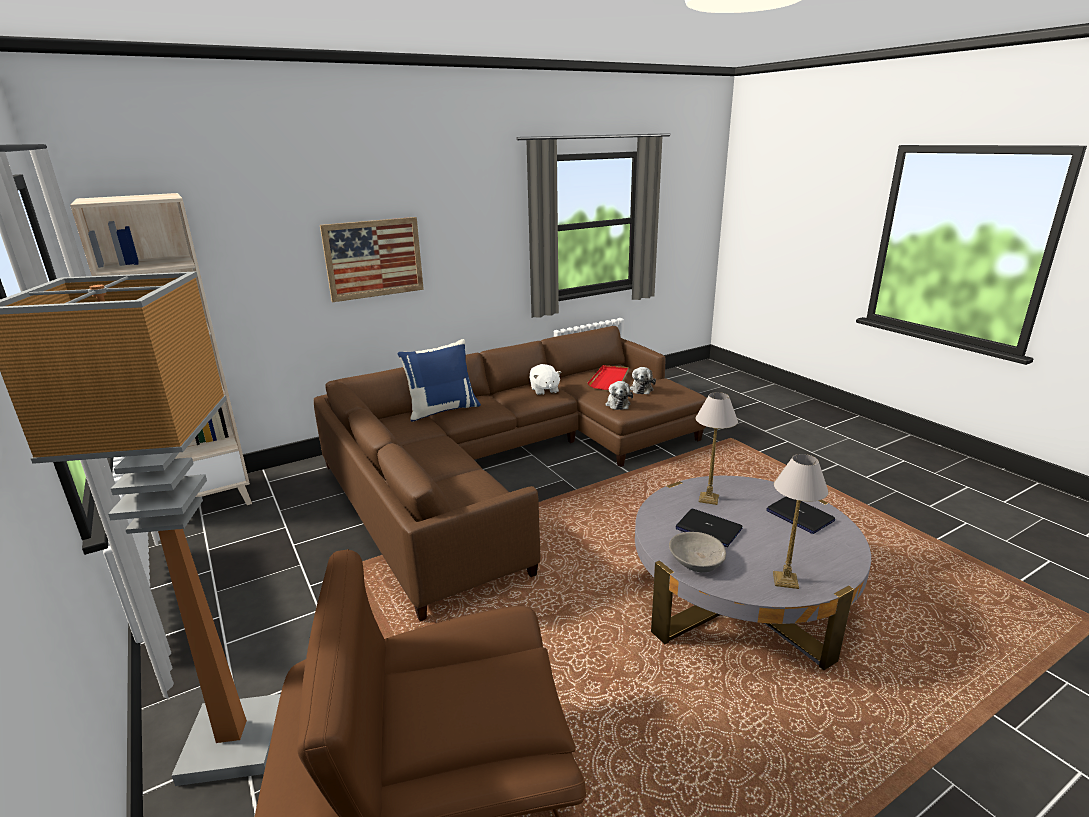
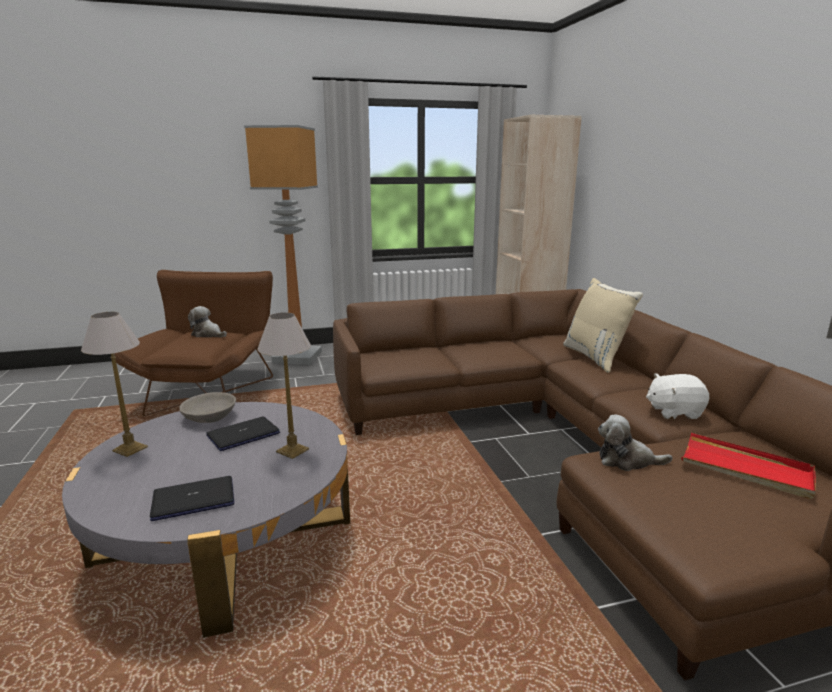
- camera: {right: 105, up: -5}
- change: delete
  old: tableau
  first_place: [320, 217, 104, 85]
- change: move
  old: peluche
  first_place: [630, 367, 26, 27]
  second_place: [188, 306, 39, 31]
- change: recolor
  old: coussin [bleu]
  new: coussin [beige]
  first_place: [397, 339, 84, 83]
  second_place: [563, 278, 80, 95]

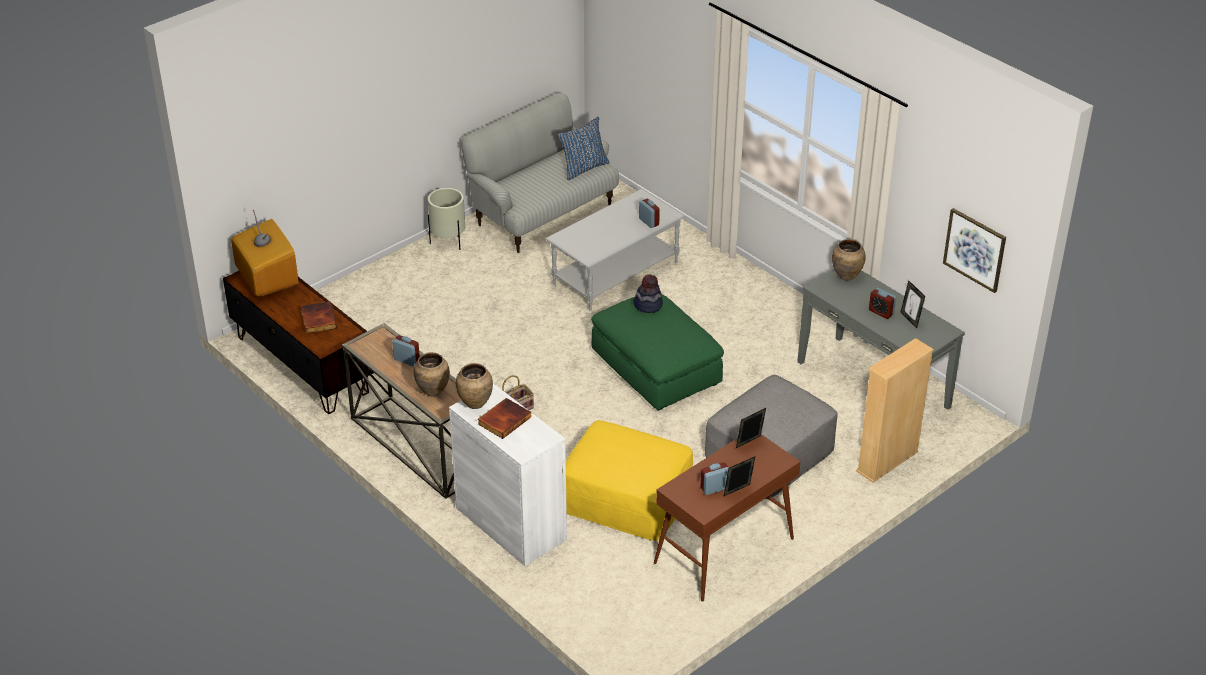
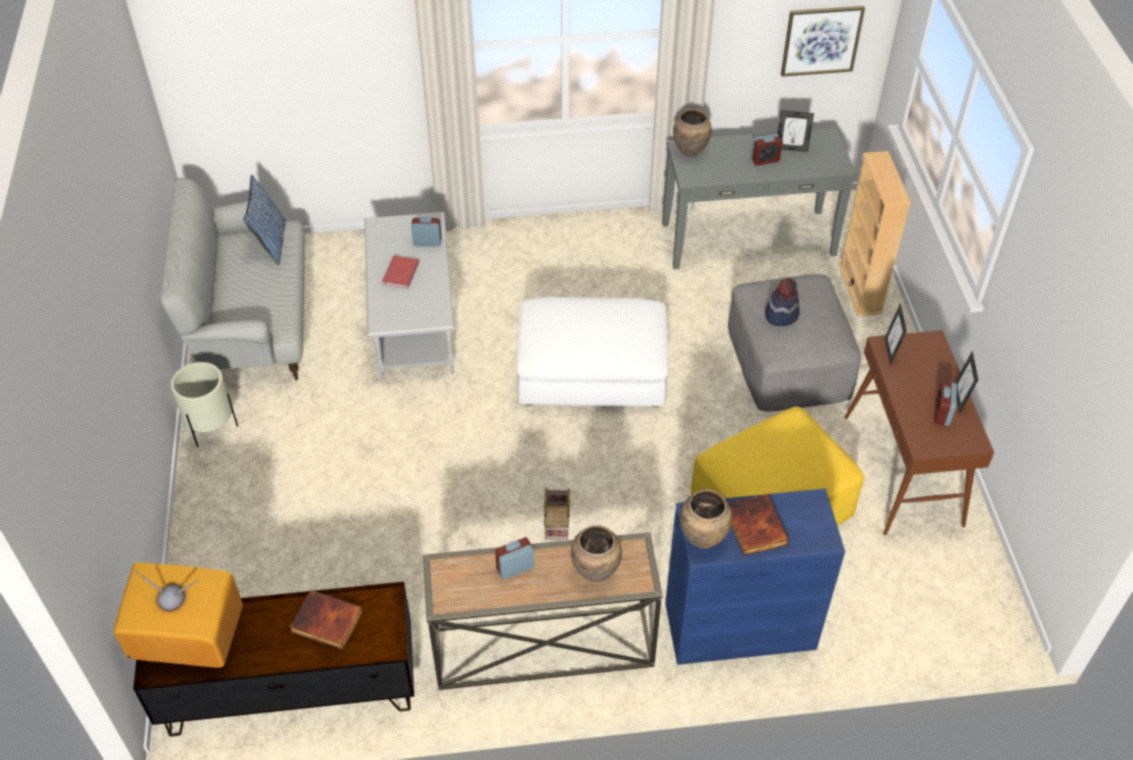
- camera: {right: -55, up: 10}
- change: insert
  new: livre [rouge]
  second_place: [382, 255, 37, 34]
- change: move
  old: chapeau
  first_place: [633, 274, 30, 39]
  second_place: [765, 278, 35, 48]
- change: recolor
  old: meuble de rangement [blanc]
  new: meuble de rangement [bleu]
  first_place: [449, 383, 118, 183]
  second_place: [665, 488, 180, 177]
- change: recolor
  old: pouf [vert]
  new: pouf [blanc]
  first_place: [591, 294, 133, 117]
  second_place: [516, 297, 153, 110]

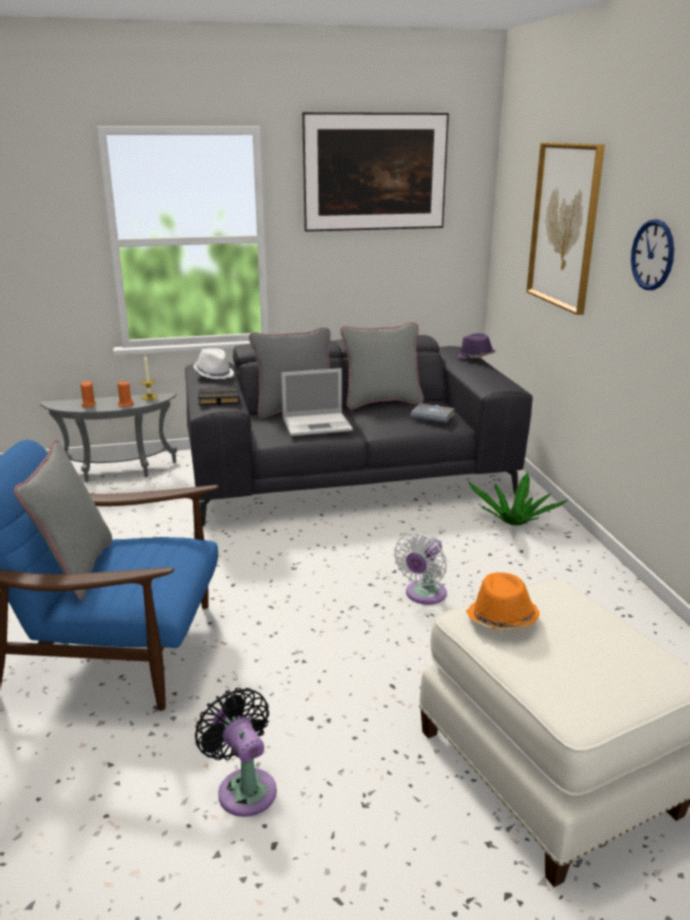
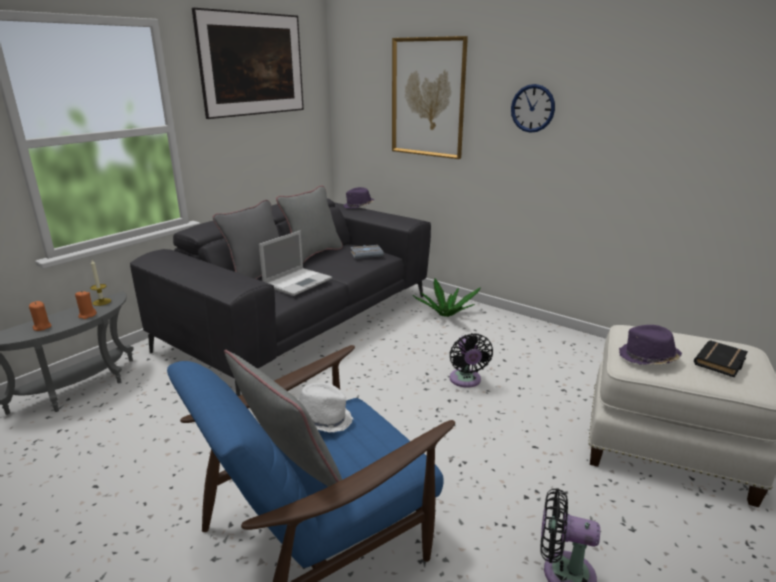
- camera: {right: -40, up: 0}
- change: move
  old: chapeau [blanc]
  first_place: [193, 348, 41, 31]
  second_place: [298, 382, 55, 51]
- change: move
  old: livre [noir]
  first_place: [198, 388, 41, 17]
  second_place: [694, 340, 54, 38]
- change: recolor
  old: ventilateur [blanc]
  new: ventilateur [noir]
  first_place: [394, 533, 53, 72]
  second_place: [449, 333, 44, 55]
- change: recolor
  old: chapeau [orange]
  new: chapeau [violet]
  first_place: [466, 572, 73, 58]
  second_place: [619, 325, 63, 40]

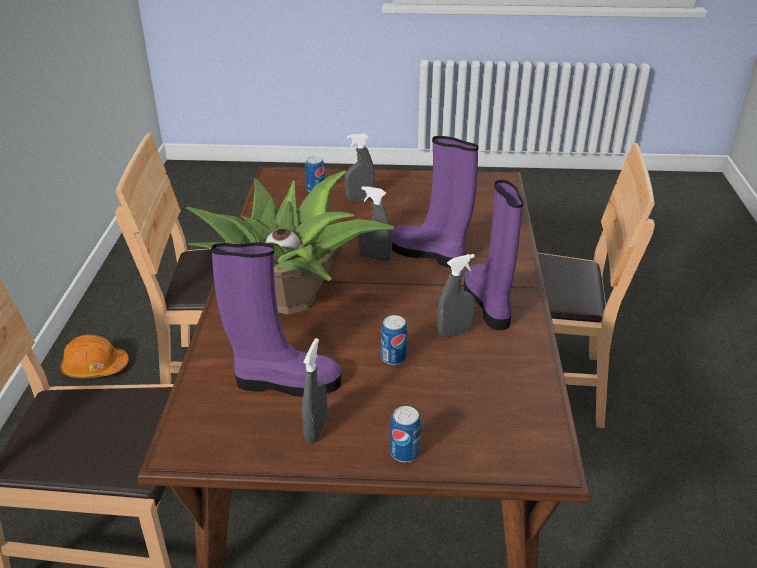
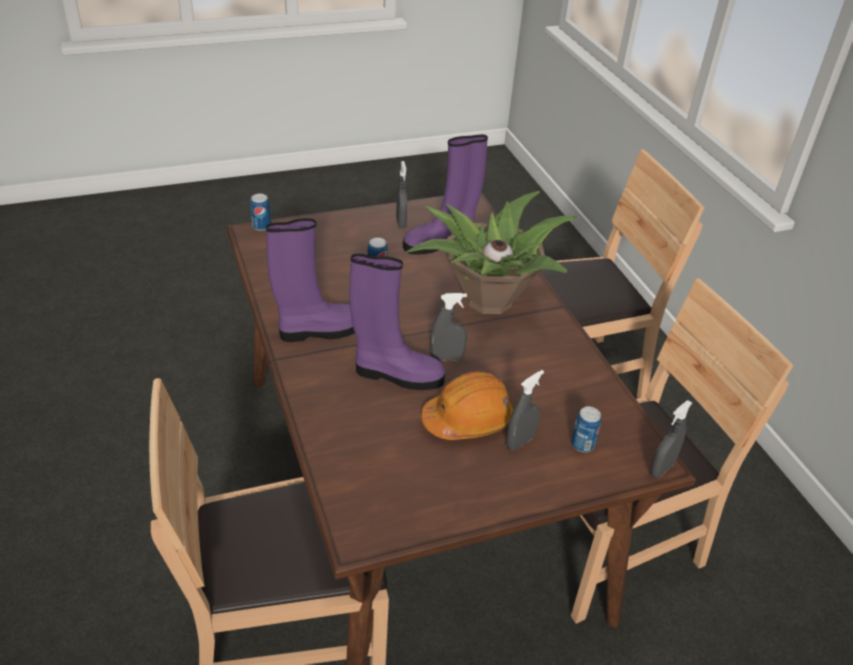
- camera: {right: 155, up: 5}
- change: move
  old: casque de chantier [orange]
  first_place: [60, 335, 69, 43]
  second_place: [421, 372, 93, 68]
- change: move
  old: boîte métallique
  first_place: [390, 406, 31, 56]
  second_place: [250, 194, 21, 37]
- change: move
  old: vaporisateur [gris]
  first_place: [437, 254, 38, 83]
  second_place: [650, 400, 42, 78]
- change: rotate
  old: botte [violet]
  first_place: [464, 180, 59, 150]
  second_place: [266, 218, 89, 124]
  degrees: -75

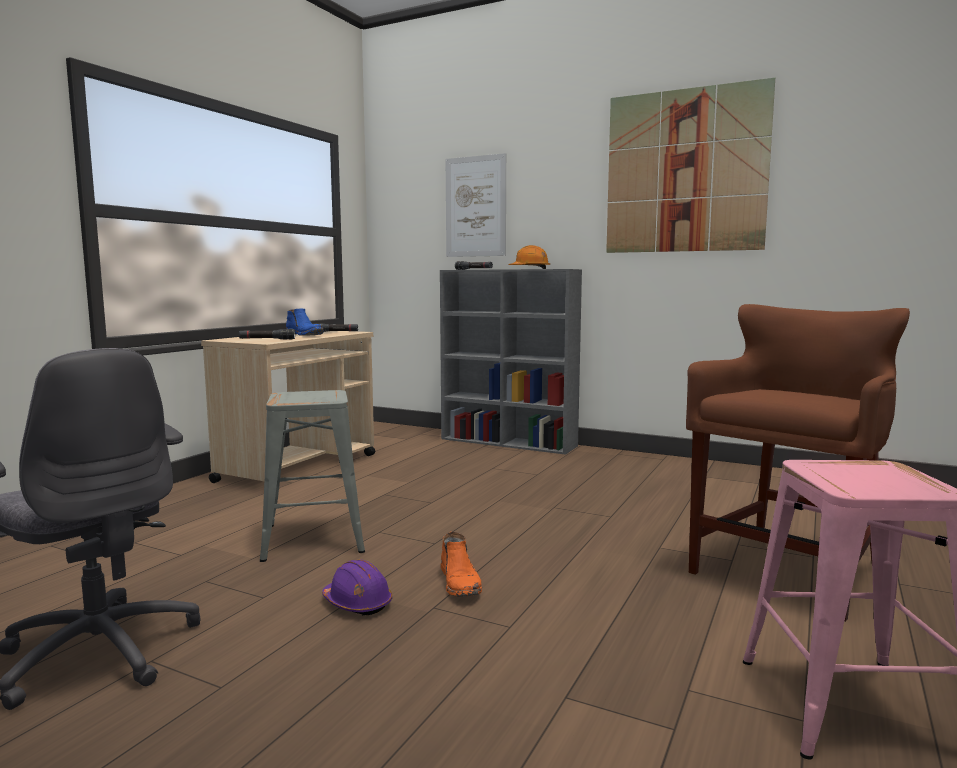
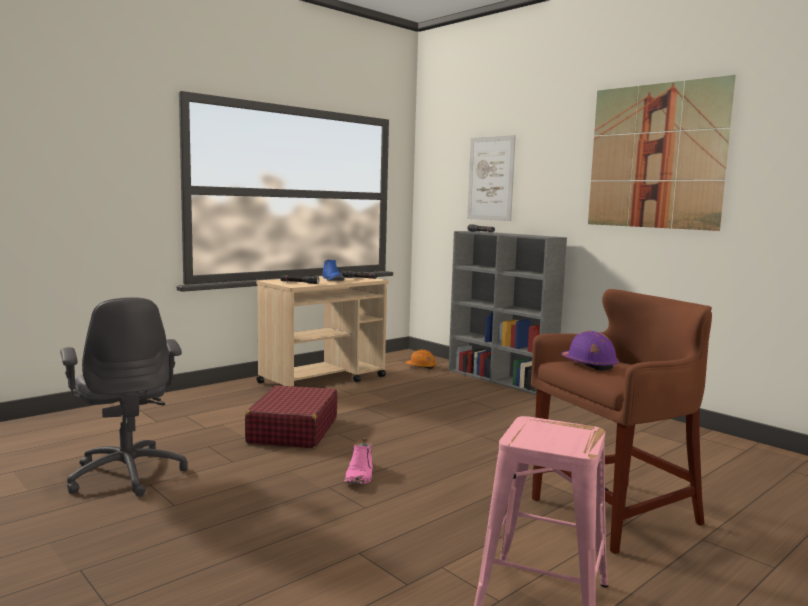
- camera: {right: 20, up: 0}
- change: move
  old: casque de chantier [violet]
  first_place: [322, 560, 70, 55]
  second_place: [561, 331, 58, 40]
- change: move
  old: casque de chantier [orange]
  first_place: [509, 245, 41, 24]
  second_place: [406, 350, 31, 19]
- change: replace
  old: tabouret [gris]
  new: valise [rouge]
  first_place: [260, 390, 105, 172]
  second_place: [245, 385, 92, 63]
- change: recolor
  old: botte [orange]
  new: botte [rose]
  first_place: [441, 532, 41, 64]
  second_place: [344, 439, 29, 45]

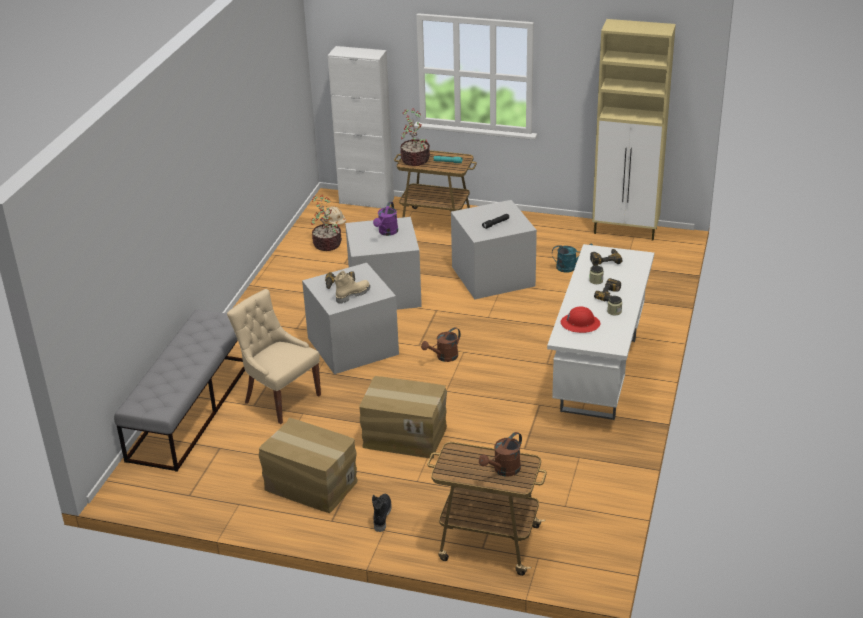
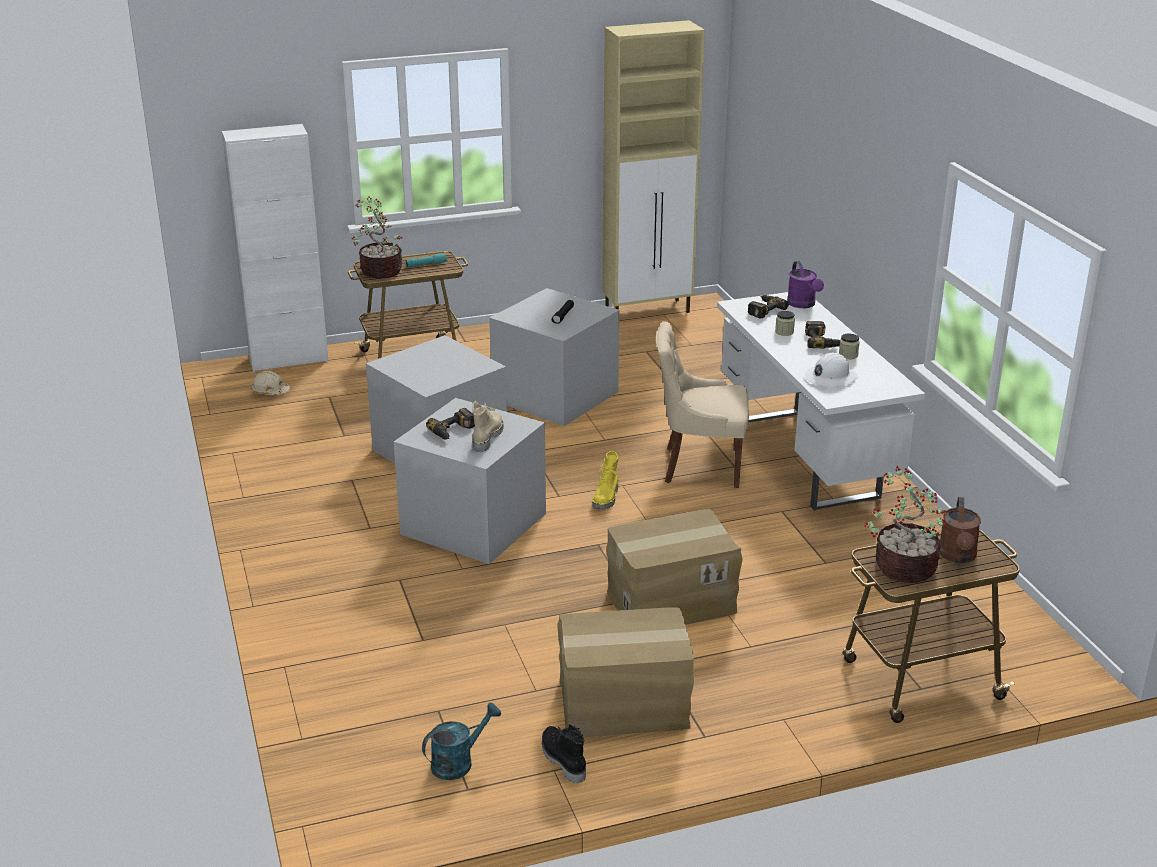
- camera: {right: -35, up: -5}
- change: delete
  old: banc [gris]
  first_place: [114, 309, 131, 163]
- change: move
  old: chaise [beige]
  first_place: [227, 289, 94, 135]
  second_place: [656, 321, 93, 167]
- change: move
  old: plante en pot
  first_place: [311, 195, 31, 56]
  second_place: [864, 466, 83, 117]
- change: move
  old: botte [noir]
  first_place: [372, 494, 20, 38]
  second_place: [542, 724, 44, 60]
- change: move
  old: arrosoir [violet]
  first_place: [373, 202, 25, 34]
  second_place: [787, 261, 37, 47]
- change: move
  old: arrosoir [turquoise]
  first_place: [552, 243, 41, 30]
  second_place: [422, 703, 79, 77]
- change: replace
  old: arrosoir [marron]
  new: botte [jaune]
  first_place: [421, 327, 40, 35]
  second_place: [593, 451, 26, 59]
- change: recolor
  old: casque de chantier [rouge]
  new: casque de chantier [blanc]
  first_place: [561, 306, 39, 27]
  second_place: [805, 352, 53, 35]

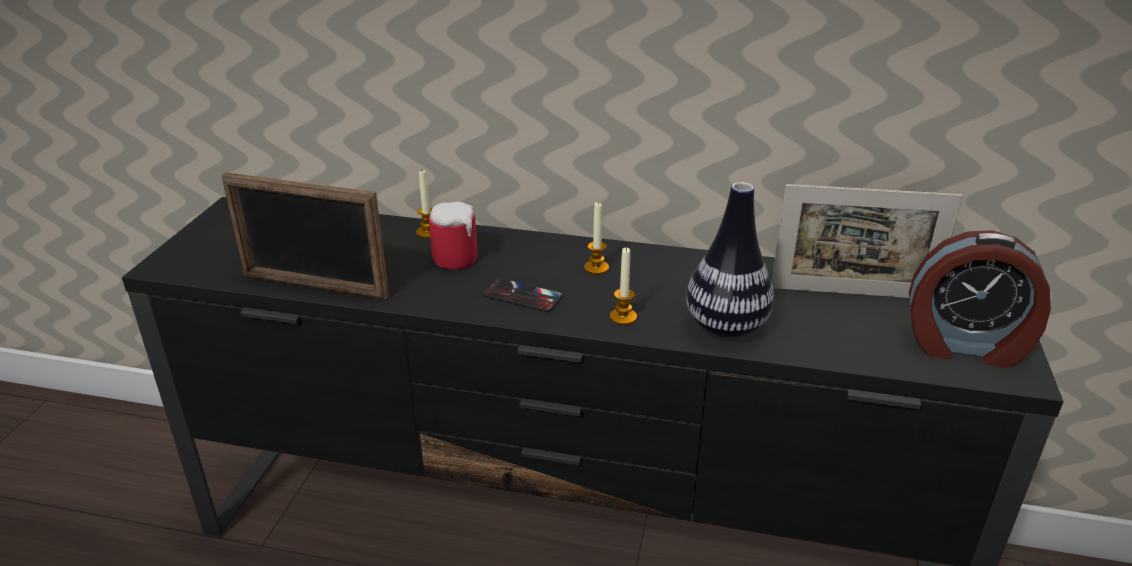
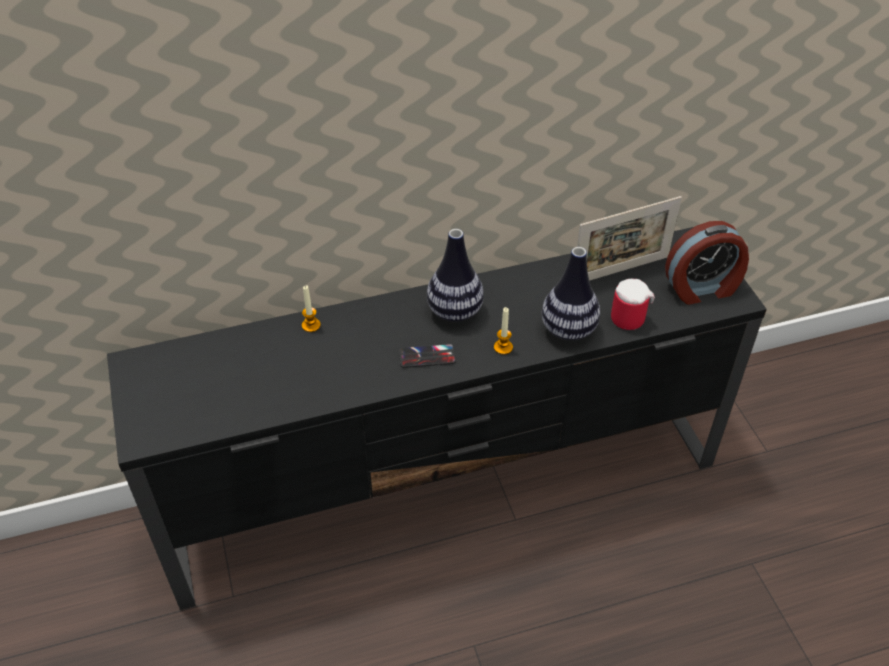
- camera: {right: -30, up: 15}
- change: delete
  old: cadre photo
  first_place: [221, 172, 168, 127]
- change: move
  old: mug
  first_place: [429, 202, 48, 67]
  second_place: [611, 279, 44, 51]
- change: replace
  old: bougie
  new: vase
  first_place: [584, 203, 25, 72]
  second_place: [427, 229, 57, 93]

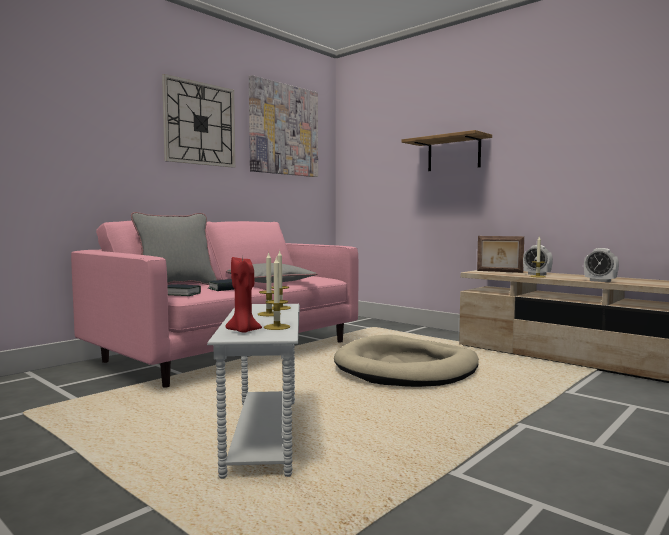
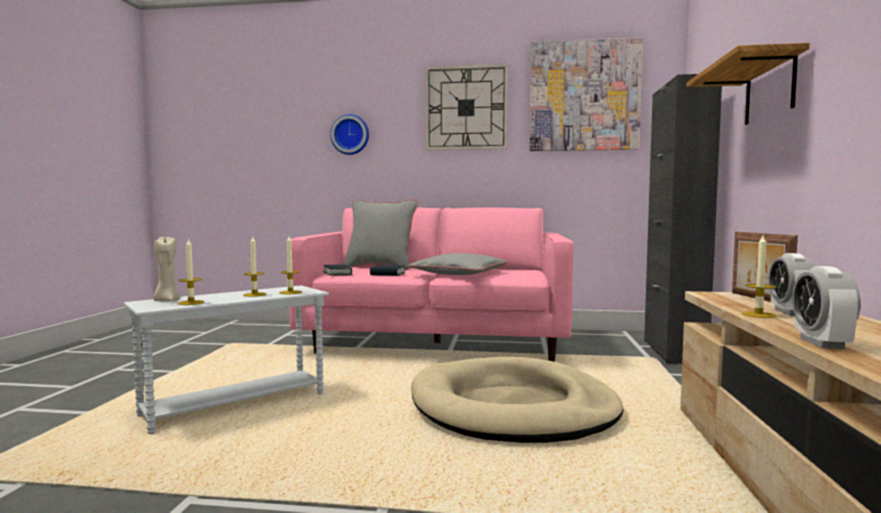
- camera: {right: 55, up: 0}
- change: insert
  new: horloge murale
  second_place: [330, 114, 39, 41]
- change: insert
  new: meuble de rangement [noir]
  second_place: [644, 74, 78, 290]
- change: recolor
  old: bougie [rouge]
  new: bougie [beige]
  first_place: [225, 257, 37, 76]
  second_place: [154, 237, 27, 64]

